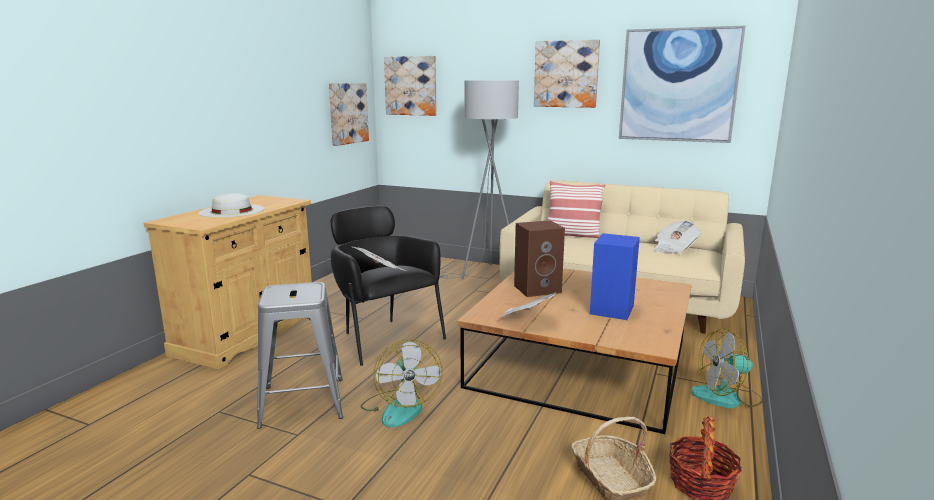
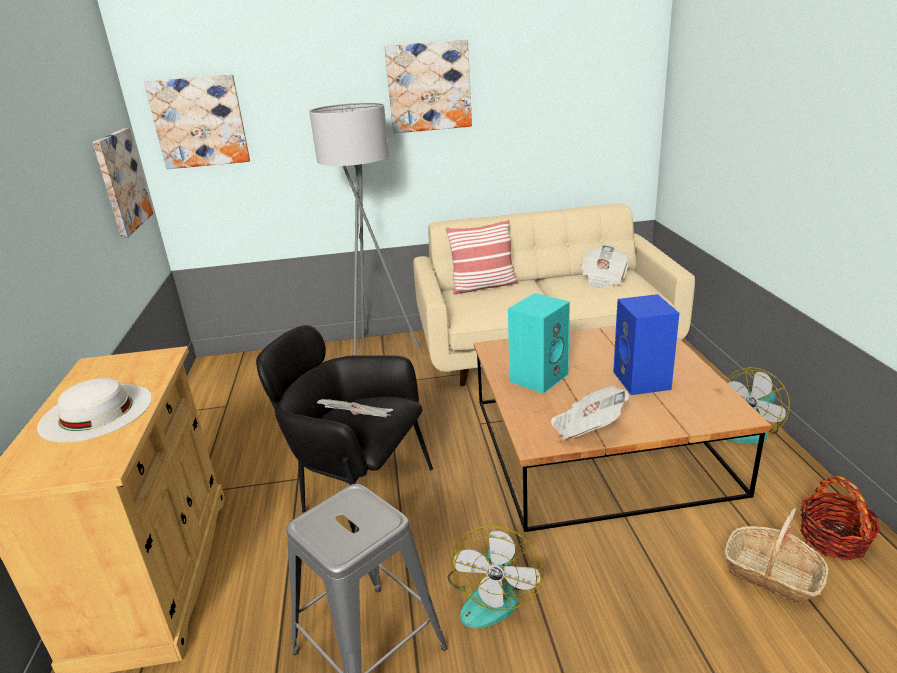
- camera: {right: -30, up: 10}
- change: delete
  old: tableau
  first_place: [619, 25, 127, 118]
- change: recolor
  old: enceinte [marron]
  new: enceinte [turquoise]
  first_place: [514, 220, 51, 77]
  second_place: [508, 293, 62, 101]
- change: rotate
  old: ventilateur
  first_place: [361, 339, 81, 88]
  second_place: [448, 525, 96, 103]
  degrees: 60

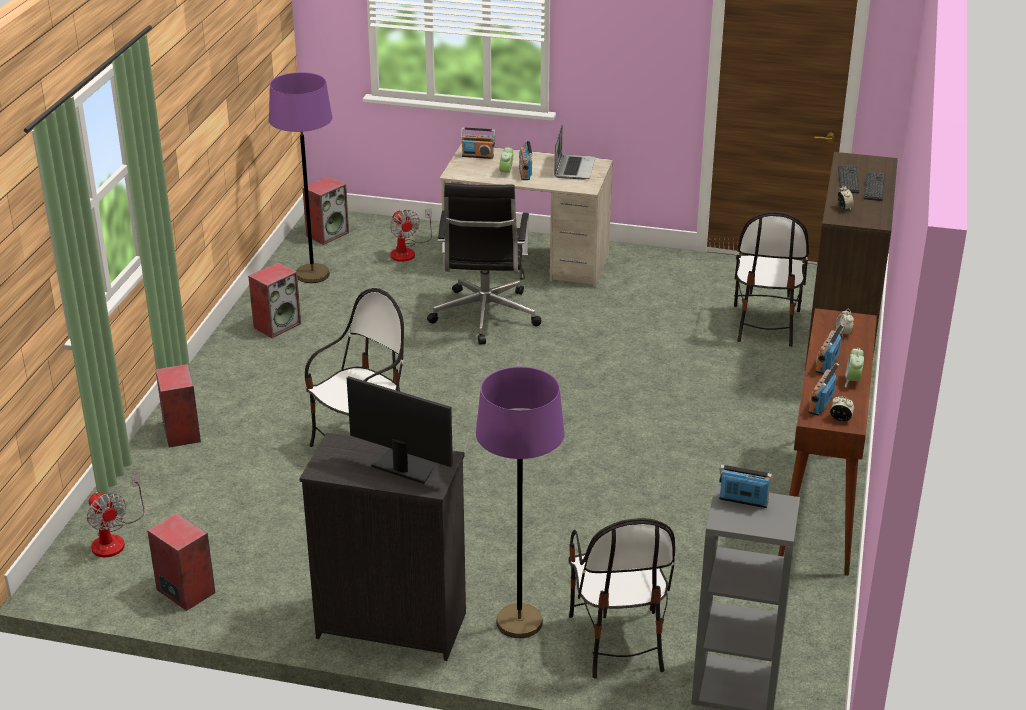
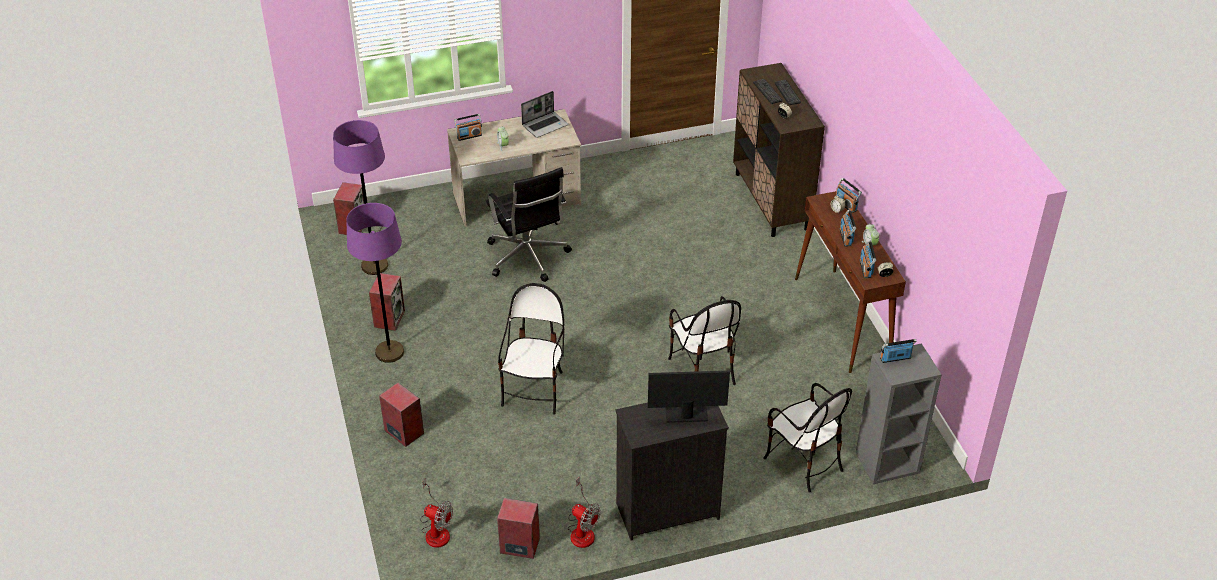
- camera: {right: -30, up: 10}
- change: move
  old: ventilateur
  first_place: [390, 209, 42, 53]
  second_place: [568, 477, 33, 71]
- change: move
  old: lampadaire [violet]
  first_place: [476, 367, 88, 271]
  second_place: [346, 203, 58, 160]
- change: move
  old: radio
  first_place: [519, 140, 13, 40]
  second_place: [836, 178, 26, 35]
- change: move
  old: chaise
  first_place: [734, 212, 75, 135]
  second_place: [668, 296, 73, 89]
- change: rotate
  old: ordinateur portable
  first_place: [554, 125, 42, 55]
  second_place: [521, 91, 47, 47]
  degrees: 75

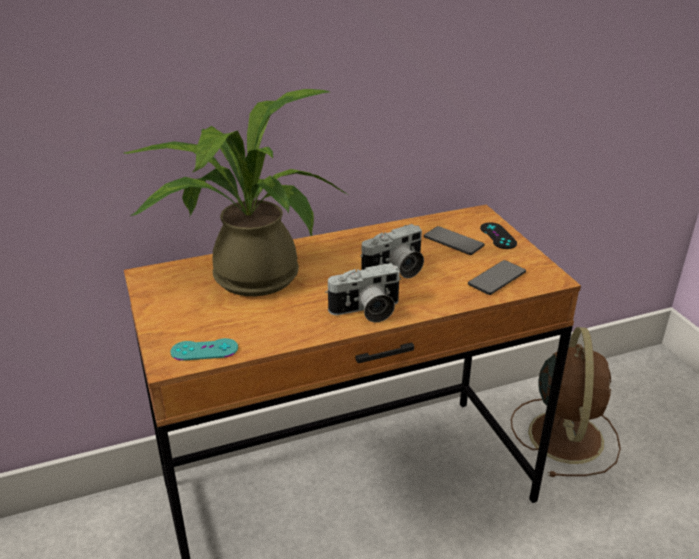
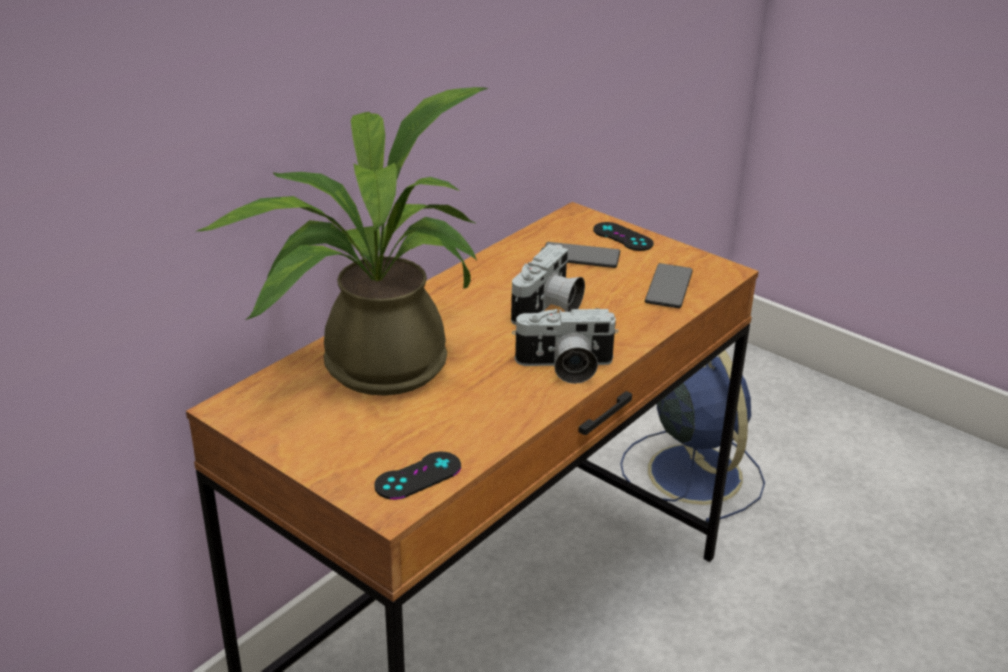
- camera: {right: -30, up: 0}
- change: recolor
  old: manette [turquoise]
  new: manette [noir]
  first_place: [171, 338, 67, 23]
  second_place: [374, 452, 87, 48]
- change: recolor
  old: ventilateur [marron]
  new: ventilateur [bleu]
  first_place: [511, 327, 110, 150]
  second_place: [620, 350, 145, 173]
- change: rotate
  old: appareil photo
  first_place: [325, 263, 76, 60]
  second_place: [512, 308, 106, 76]
  degrees: 45

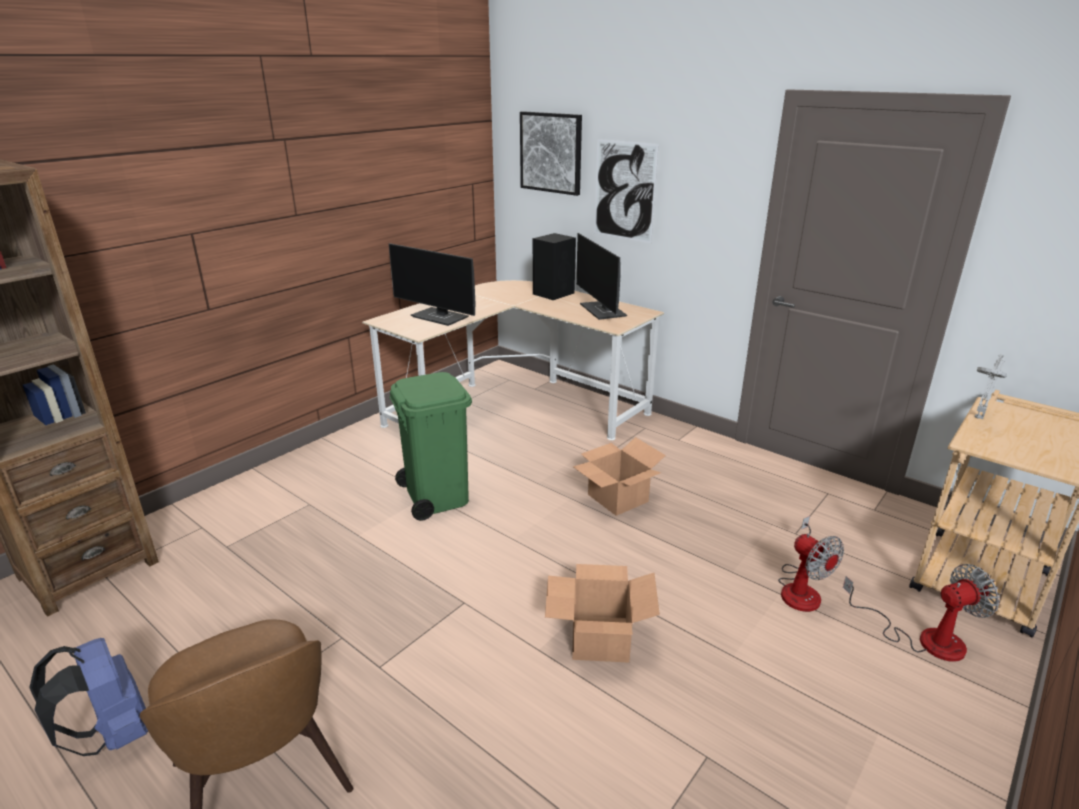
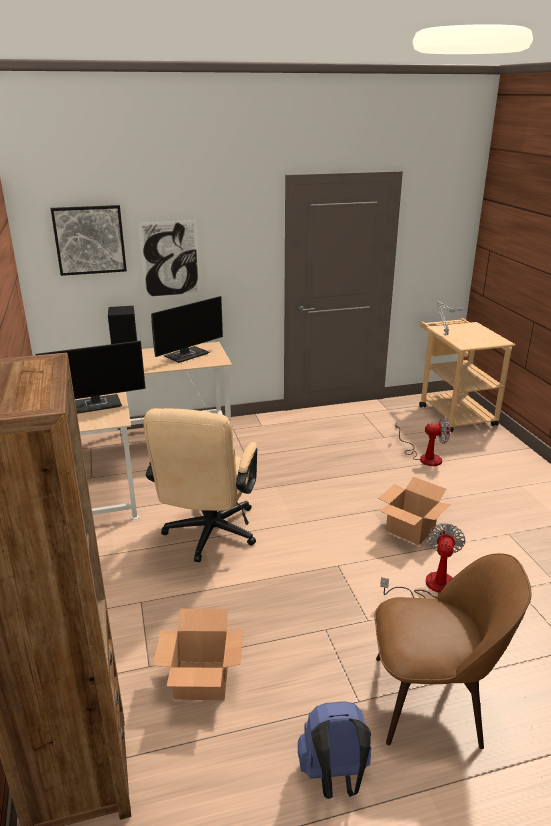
- camera: {right: -55, up: 0}
- change: move
  old: carton
  first_place: [573, 437, 93, 79]
  second_place: [153, 609, 90, 91]
- change: move
  old: ventilateur
  first_place: [843, 564, 157, 98]
  second_place: [380, 523, 85, 75]
- change: replace
  old: poubelle [vert]
  new: chaise de bureau [beige]
  first_place: [389, 372, 83, 149]
  second_place: [144, 408, 114, 154]
- change: rotate
  old: écran d'ordinateur
  first_place: [576, 233, 51, 87]
  second_place: [151, 296, 72, 67]
  degrees: -60

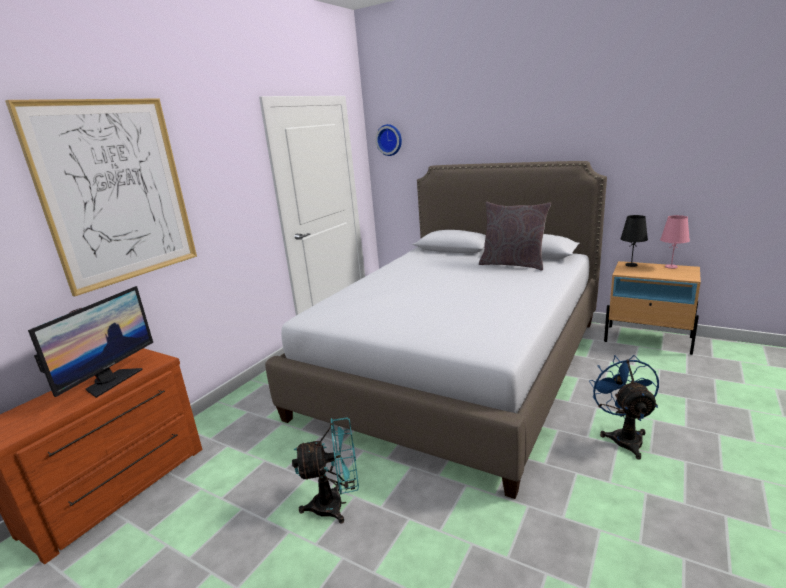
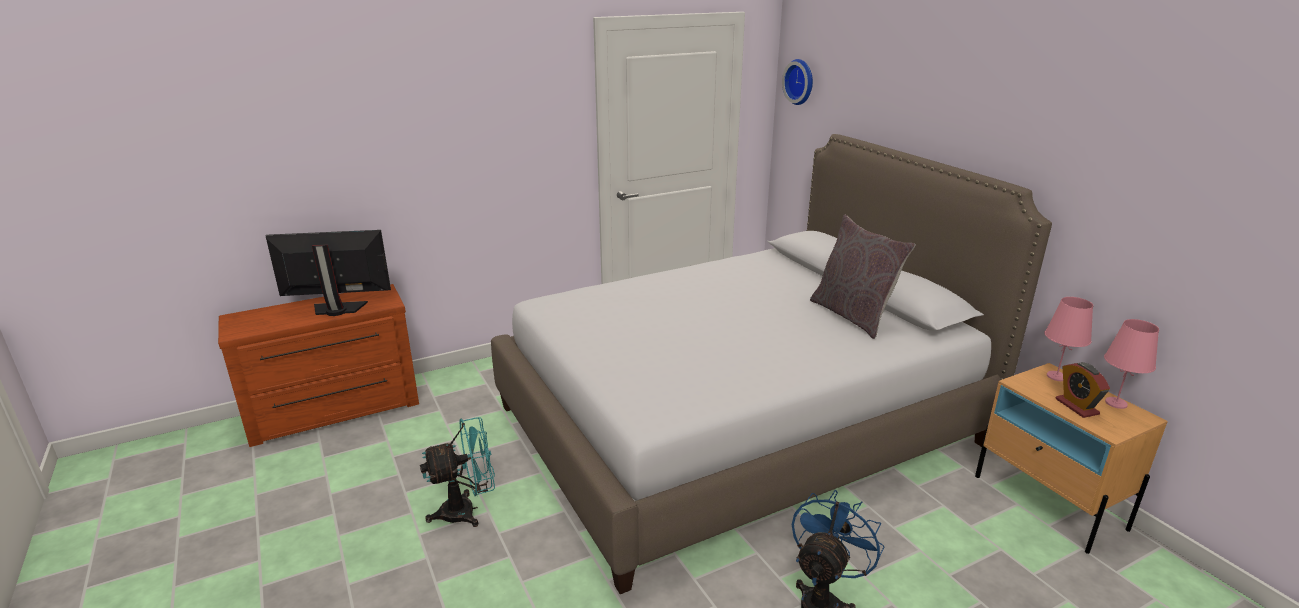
- camera: {right: 30, up: 5}
- change: delete
  old: tableau
  first_place: [5, 98, 192, 198]
- change: insert
  new: réveil
  second_place: [1055, 362, 55, 56]
- change: recolor
  old: lampe de table [noir]
  new: lampe de table [rose]
  first_place: [620, 215, 28, 52]
  second_place: [1044, 297, 49, 84]
- change: rotate
  old: écran d'ordinateur
  first_place: [28, 286, 125, 112]
  second_place: [265, 230, 126, 86]
  degrees: -150
- change: rotate
  old: ventilateur [turquoise]
  first_place: [292, 418, 67, 106]
  second_place: [420, 417, 75, 110]
  degrees: -45

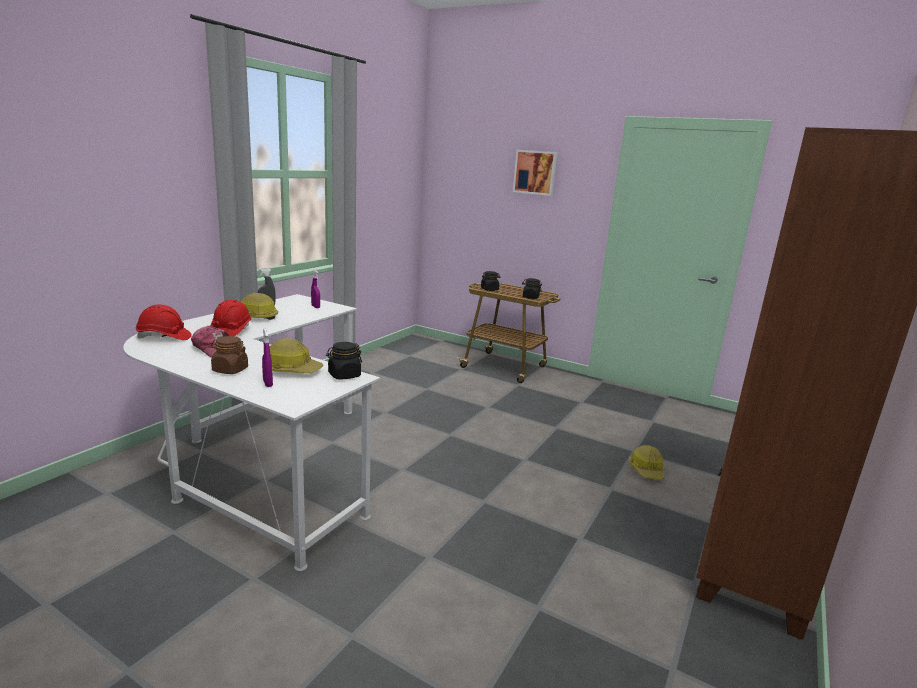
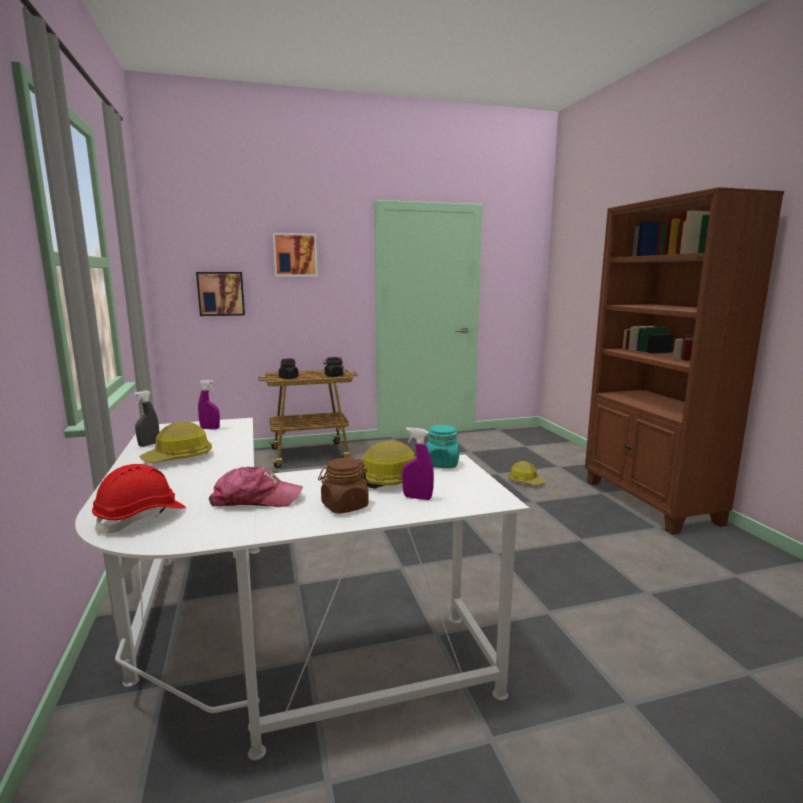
- camera: {right: -45, up: -5}
- change: delete
  old: casque de chantier [rouge]
  first_place: [211, 300, 41, 36]
- change: insert
  new: tableau
  second_place: [196, 272, 49, 44]
- change: recolor
  old: bocal [noir]
  new: bocal [turquoise]
  first_place: [326, 342, 36, 38]
  second_place: [426, 425, 33, 43]

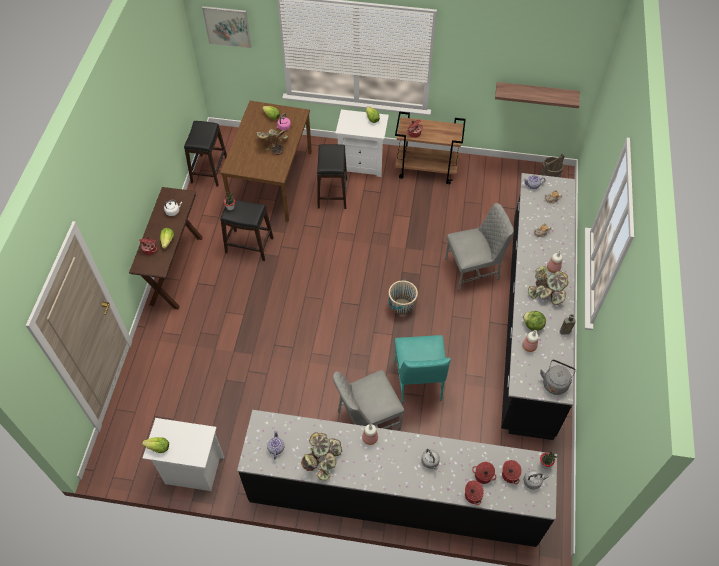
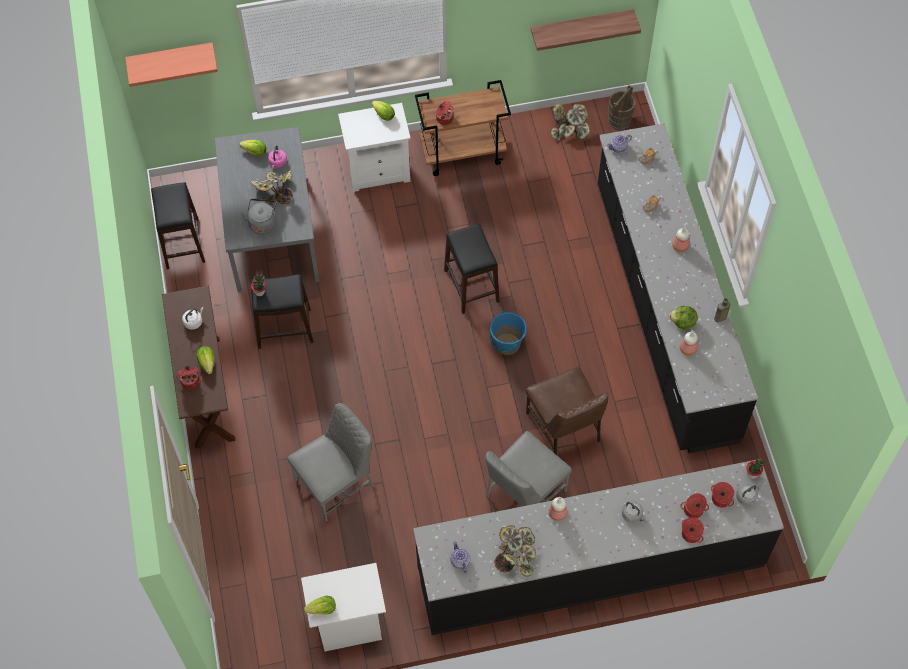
- camera: {right: -20, up: 5}
- change: move
  old: tabouret [noir]
  first_place: [317, 144, 30, 65]
  second_place: [444, 224, 56, 90]
- change: move
  old: chaise [gris]
  first_place: [445, 203, 69, 88]
  second_place: [288, 403, 87, 119]
- change: move
  old: plante en pot
  first_place: [528, 266, 40, 39]
  second_place: [550, 104, 40, 37]
- change: move
  old: bouilloire [gris]
  first_place: [540, 360, 36, 35]
  second_place: [241, 199, 36, 36]
- change: replace
  old: tableau
  new: étagère
  first_place: [202, 6, 49, 42]
  second_place: [125, 42, 93, 45]
- change: recolor
  old: table à manger [marron]
  new: table à manger [gris]
  first_place: [220, 101, 92, 121]
  second_place: [215, 127, 105, 166]
- change: recolor
  old: seau [beige]
  new: seau [bleu]
  first_place: [389, 280, 29, 35]
  second_place: [490, 311, 37, 44]
- change: recolor
  old: chaise [turquoise]
  new: chaise [marron]
  first_place: [394, 335, 57, 68]
  second_place: [526, 367, 82, 88]

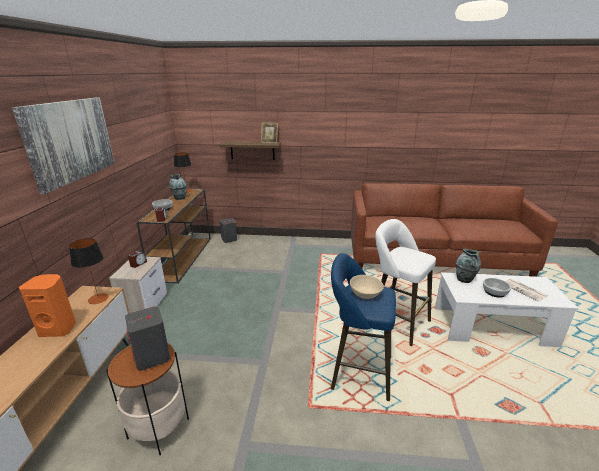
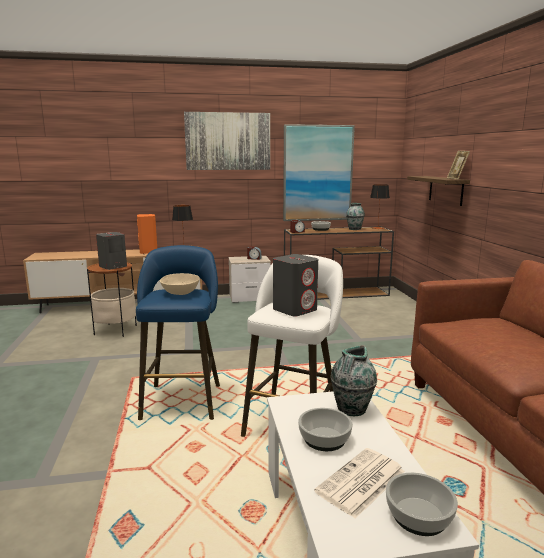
- camera: {right: 75, up: -10}
- change: insert
  new: tableau
  second_place: [283, 124, 72, 97]
- change: insert
  new: bol
  second_place: [386, 472, 72, 64]
- change: move
  old: enceinte [gris]
  first_place: [220, 218, 17, 25]
  second_place: [273, 254, 45, 62]

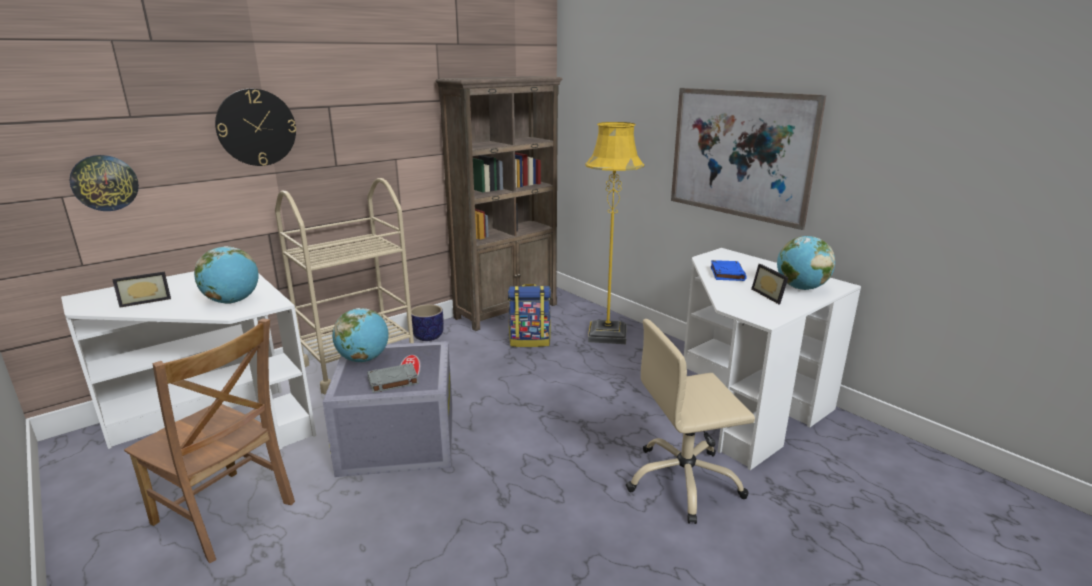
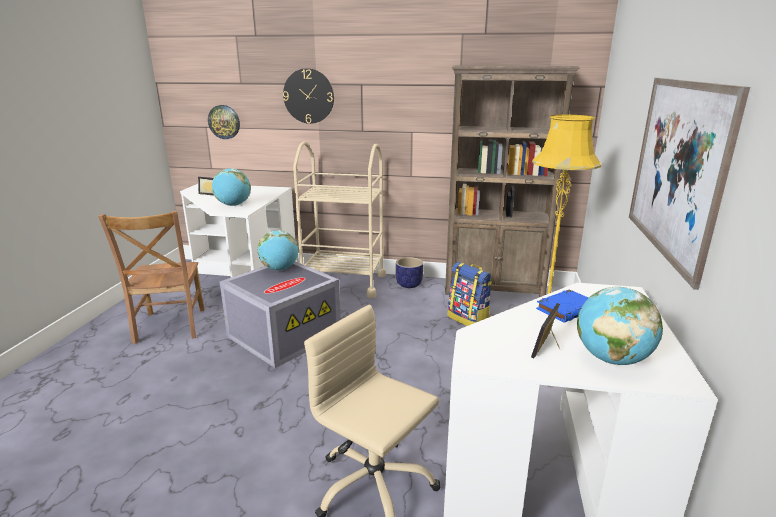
- camera: {right: 50, up: 0}
- change: delete
  old: livre [gris]
  first_place: [367, 363, 52, 30]

